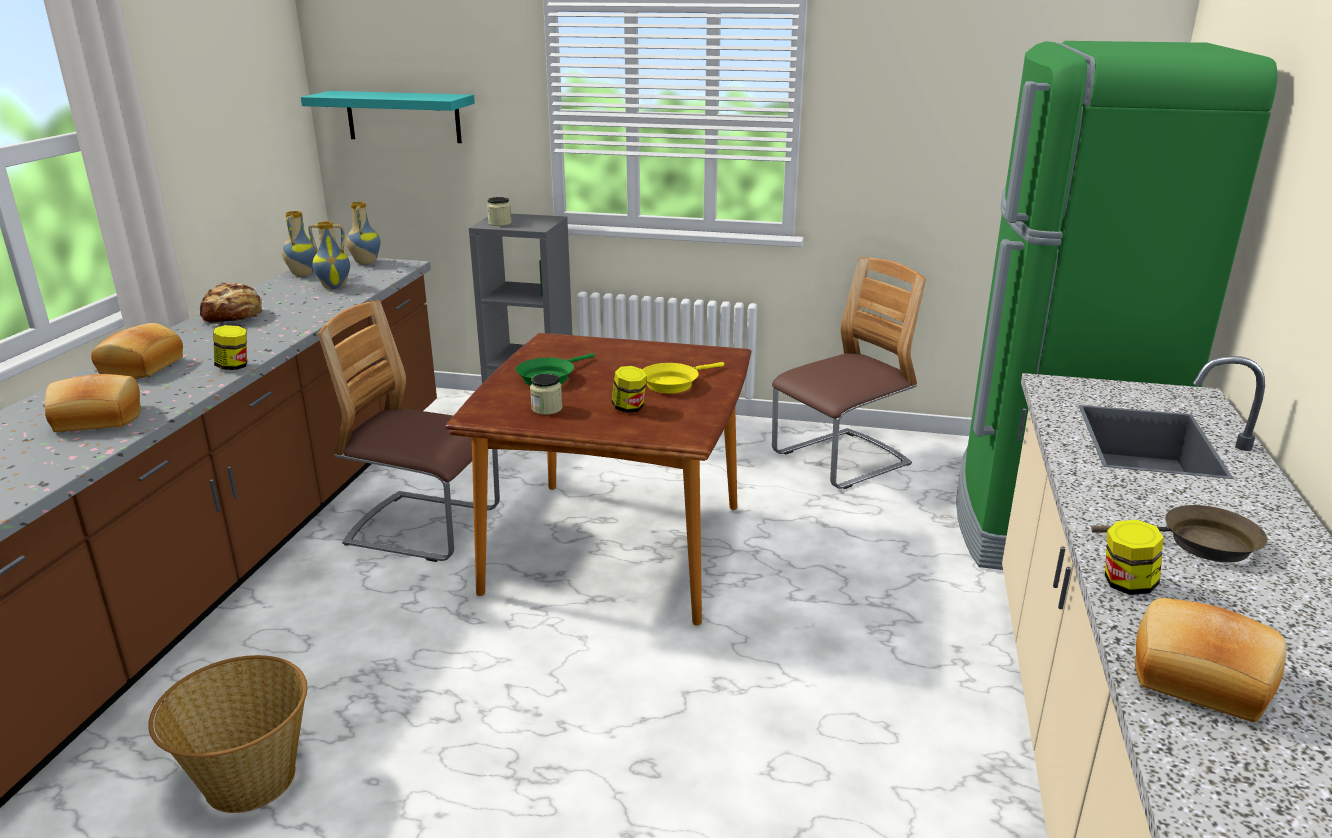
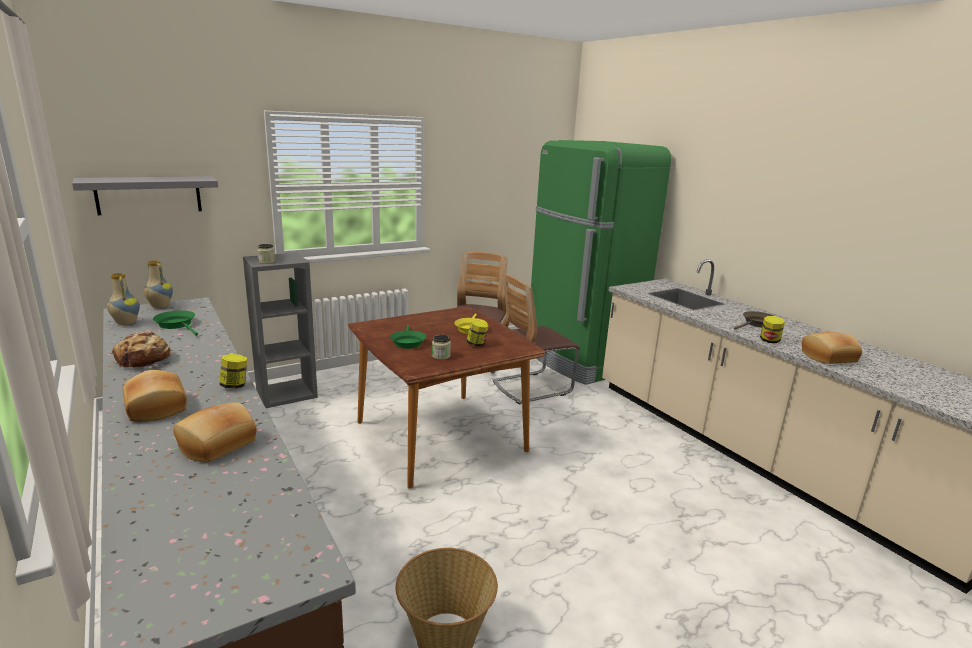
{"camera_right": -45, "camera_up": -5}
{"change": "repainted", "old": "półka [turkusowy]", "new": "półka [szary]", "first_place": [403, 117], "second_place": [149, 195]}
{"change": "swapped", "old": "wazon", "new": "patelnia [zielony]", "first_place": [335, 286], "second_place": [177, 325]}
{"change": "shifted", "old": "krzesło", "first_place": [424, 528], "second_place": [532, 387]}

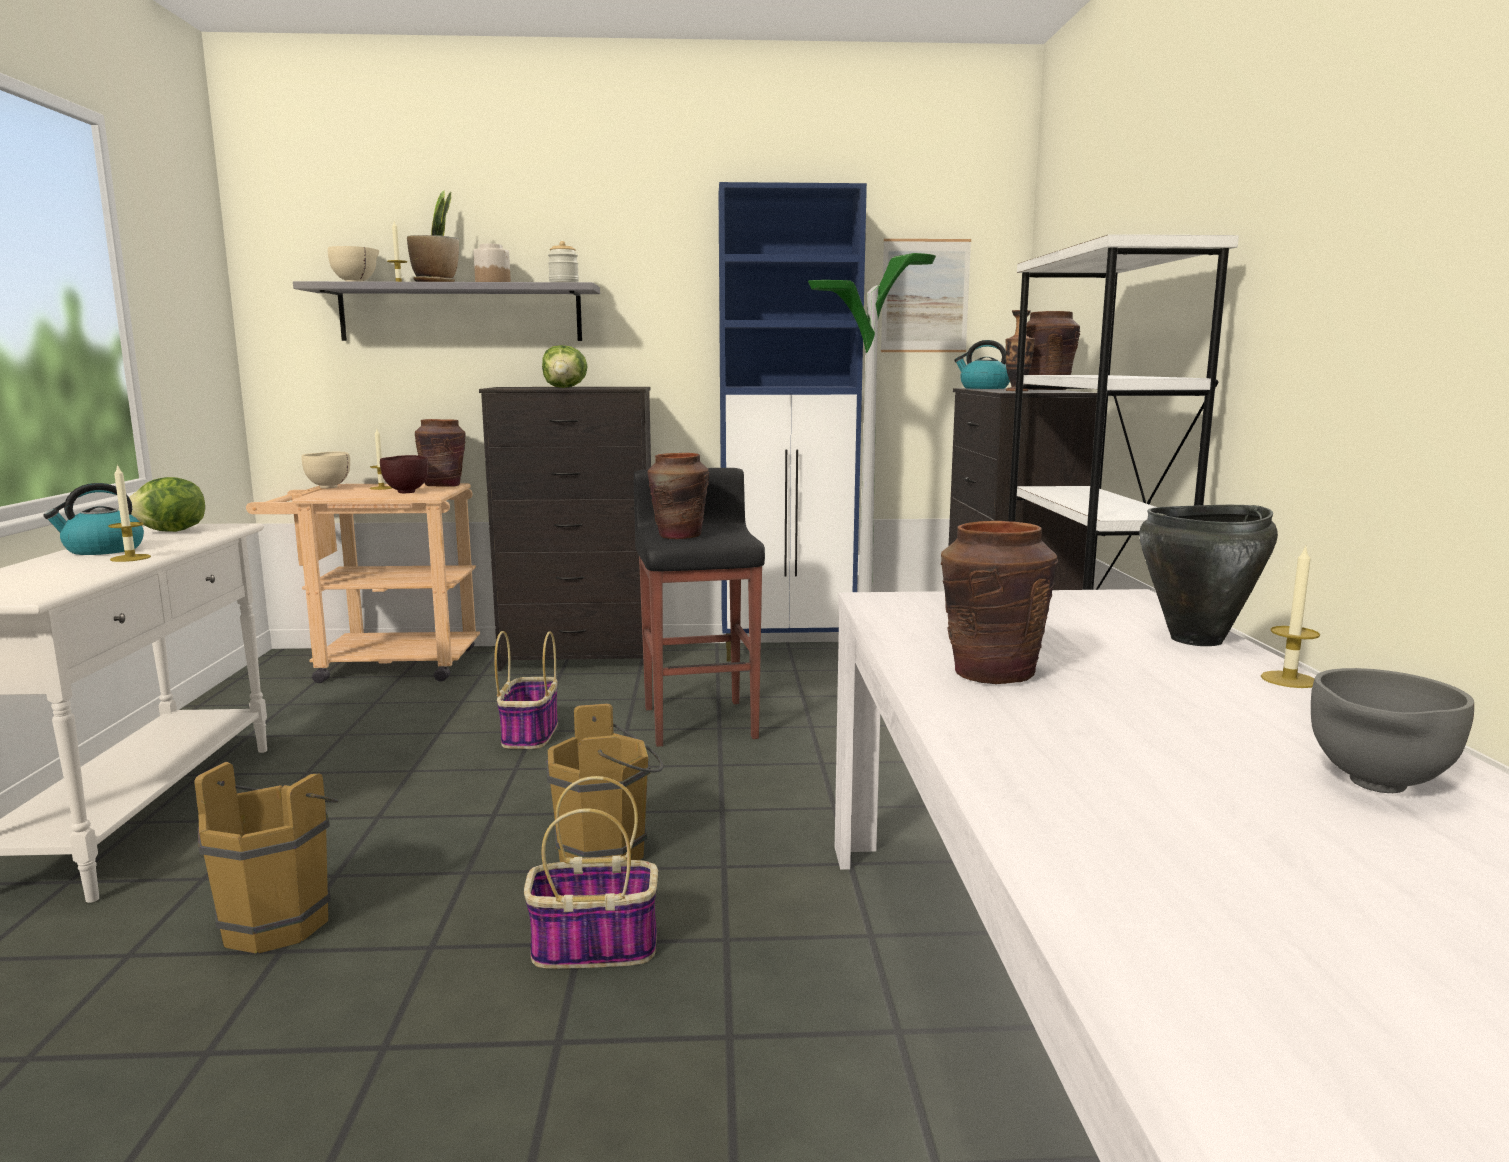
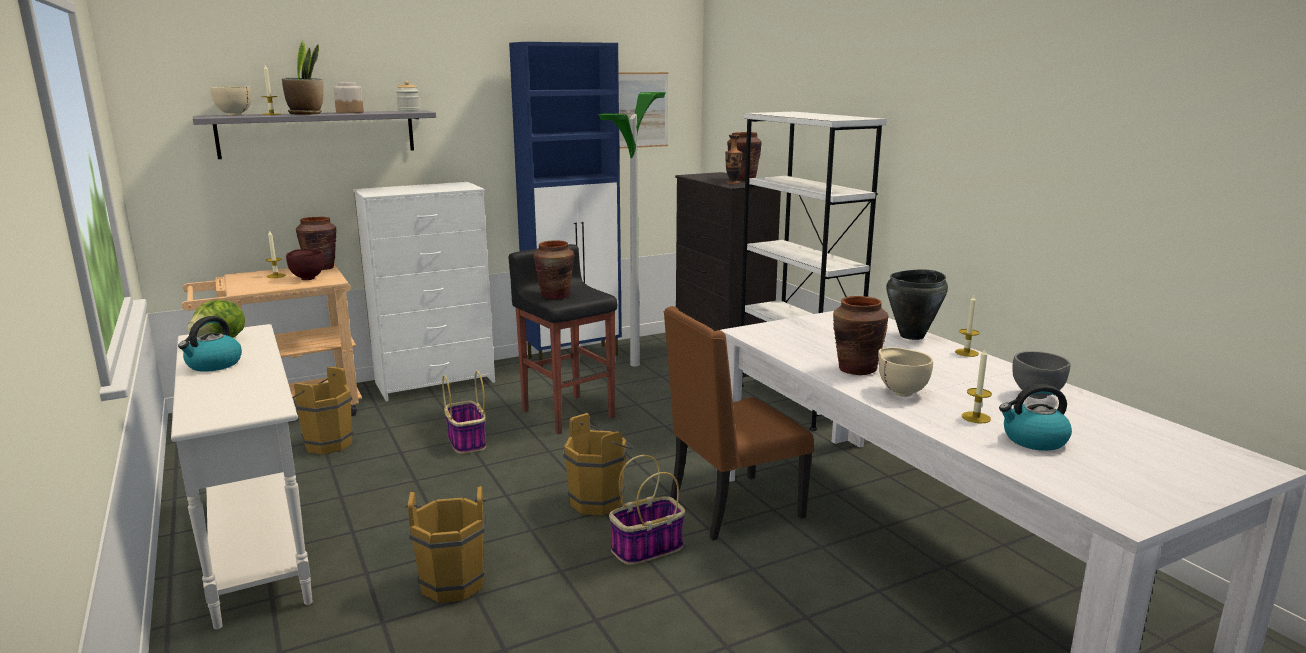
{"camera_right": -25, "camera_up": 5}
{"change": "shifted", "old": "świeca", "first_place": [130, 558], "second_place": [976, 417]}
{"change": "shifted", "old": "miska [beżowy]", "first_place": [330, 487], "second_place": [900, 392]}
{"change": "repainted", "old": "komoda [czarny]", "new": "komoda [biały]", "first_place": [581, 659], "second_place": [436, 382]}
{"change": "gone", "old": "sałata", "first_place": [565, 387]}
{"change": "shifted", "old": "czajnik", "first_place": [983, 388], "second_place": [1033, 440]}
{"change": "new", "new": "wiadro [brązowy]", "second_place": [325, 443]}
{"change": "new", "new": "krzesło [brązowy]", "second_place": [732, 509]}

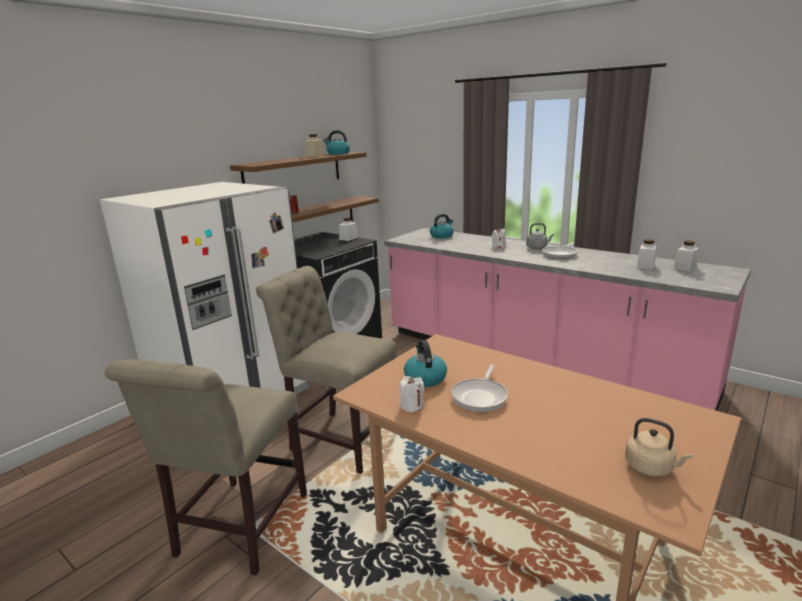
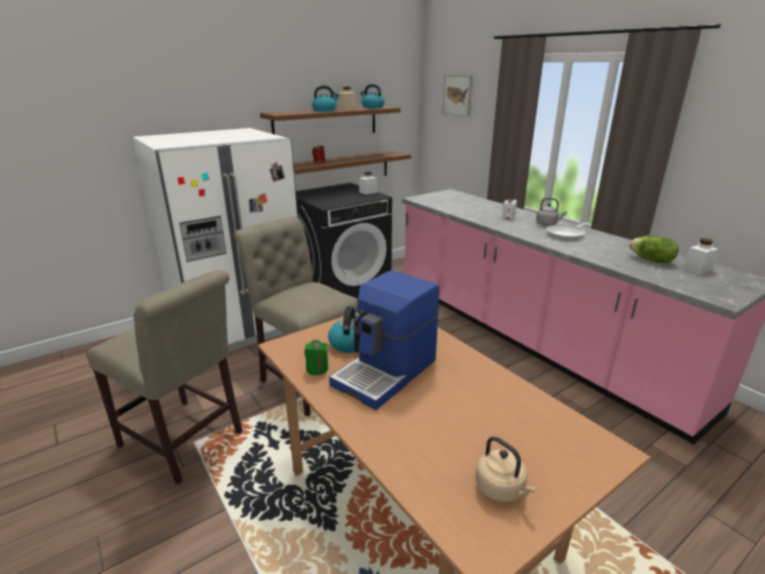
{"camera_right": 15, "camera_up": 5}
{"change": "rotated", "old": "krzesło [beżowy]", "first_place": [238, 529], "second_place": [185, 442], "degrees": -90}
{"change": "repainted", "old": "świeca [biały]", "new": "świeca [zielony]", "first_place": [412, 406], "second_place": [317, 369]}
{"change": "shifted", "old": "czajnik", "first_place": [442, 236], "second_place": [325, 110]}
{"change": "swapped", "old": "patelnia", "new": "ekspres do kawy", "first_place": [480, 396], "second_place": [387, 372]}
{"change": "swapped", "old": "słoik [biały]", "new": "sałata", "first_place": [645, 266], "second_place": [651, 260]}
{"change": "new", "new": "obraz", "second_place": [457, 95]}

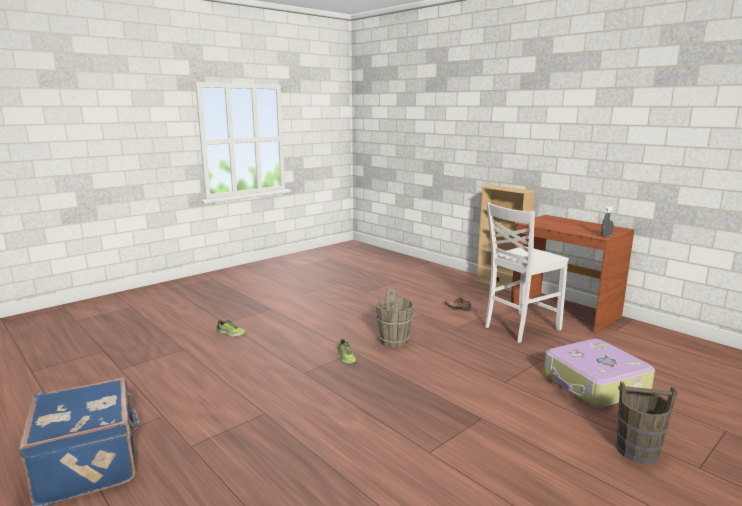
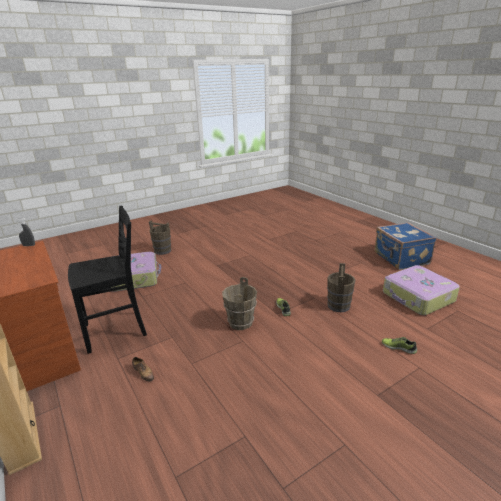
{"camera_right": -170, "camera_up": 10}
{"change": "repainted", "old": "krzesło [biały]", "new": "krzesło [czarny]", "first_place": [520, 328], "second_place": [116, 331]}
{"change": "new", "new": "wiadro [brązowy]", "second_place": [338, 305]}
{"change": "new", "new": "walizka", "second_place": [418, 297]}

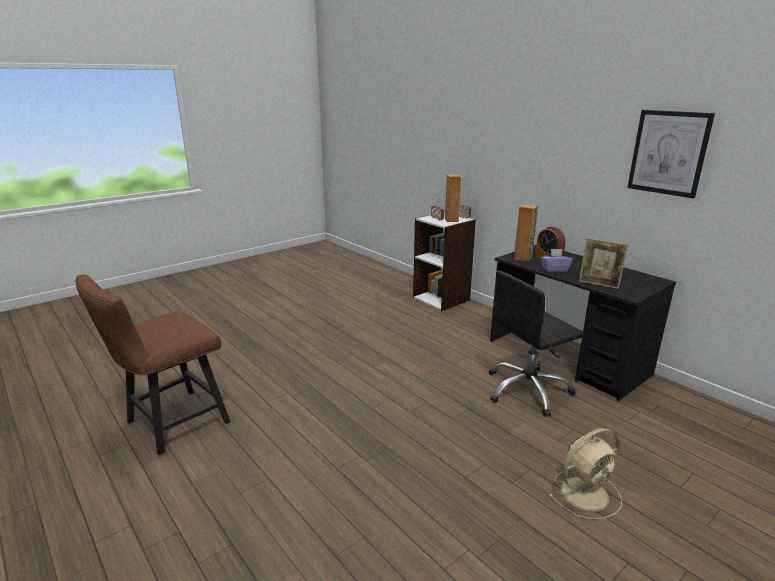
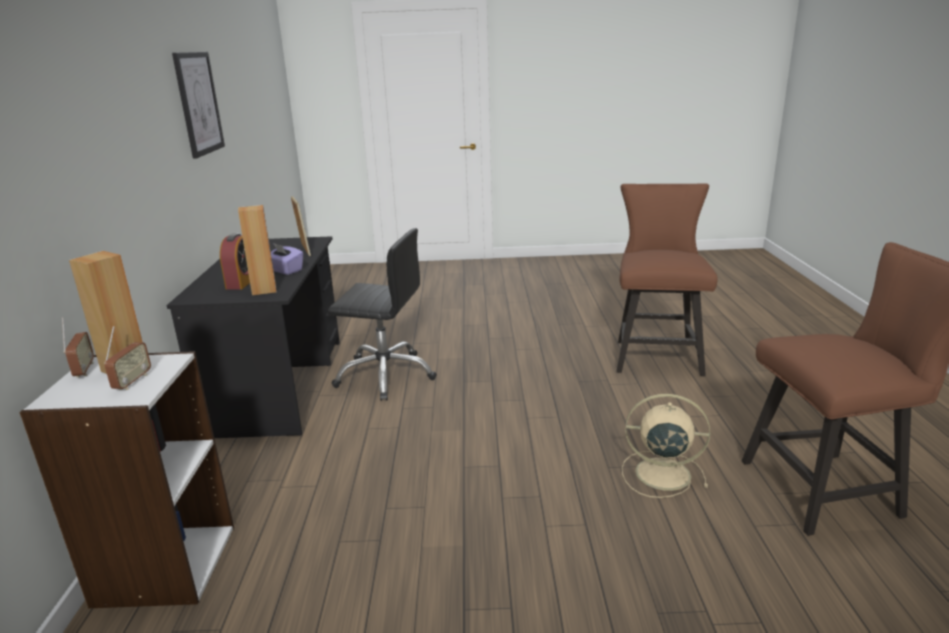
{"camera_right": -140, "camera_up": 0}
{"change": "shifted", "old": "wentylator [beżowy]", "first_place": [586, 493], "second_place": [660, 473]}
{"change": "new", "new": "krzesło [brązowy]", "second_place": [656, 354]}

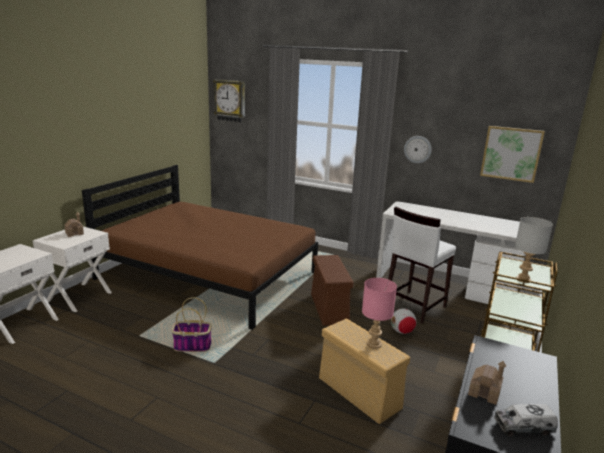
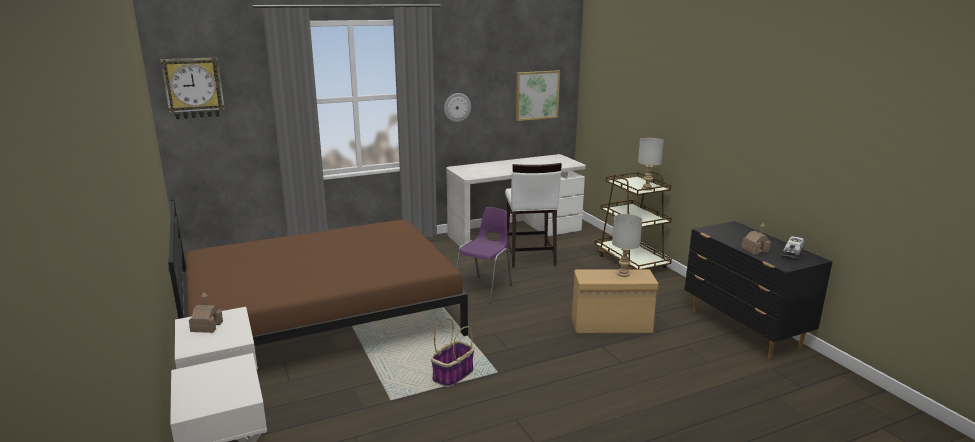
{"camera_right": -50, "camera_up": 0}
{"change": "swapped", "old": "pojemnik do przechowywania [brązowy]", "new": "krzesło [fioletowy]", "first_place": [329, 309], "second_place": [484, 289]}
{"change": "repainted", "old": "lampa stołowa [różowy]", "new": "lampa stołowa [szary]", "first_place": [373, 344], "second_place": [623, 274]}
{"change": "gone", "old": "piłka futbolowa", "first_place": [402, 331]}

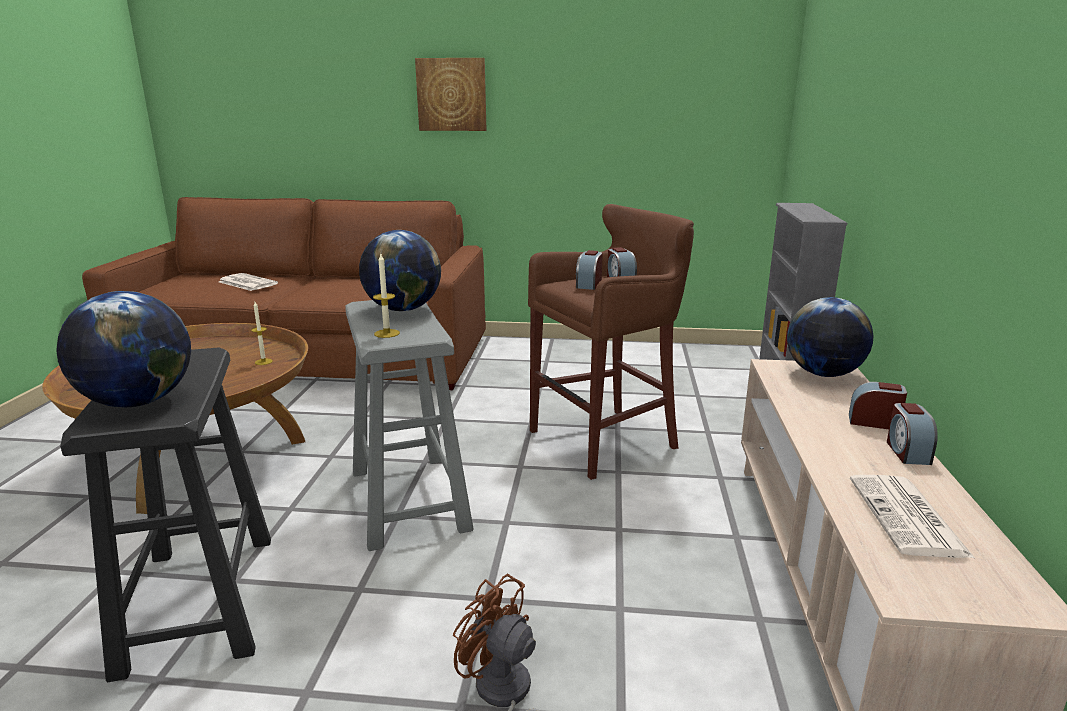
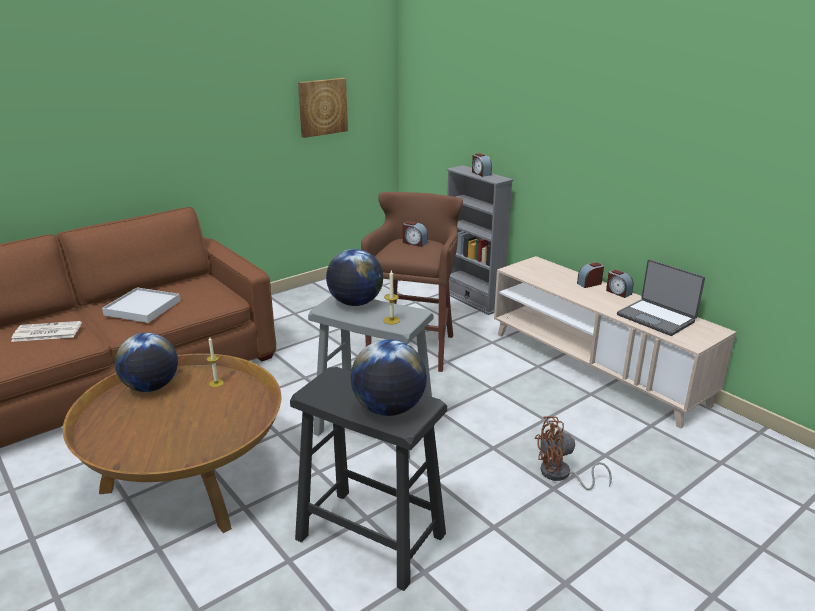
{"camera_right": -45, "camera_up": 5}
{"change": "shifted", "old": "obraz", "first_place": [452, 94], "second_place": [322, 107]}
{"change": "shifted", "old": "budzik", "first_place": [589, 284], "second_place": [480, 173]}
{"change": "shifted", "old": "globus", "first_place": [823, 374], "second_place": [151, 387]}
{"change": "swapped", "old": "gazeta", "new": "laptop", "first_place": [908, 517], "second_place": [656, 318]}
{"change": "new", "new": "taca [biały]", "second_place": [142, 308]}

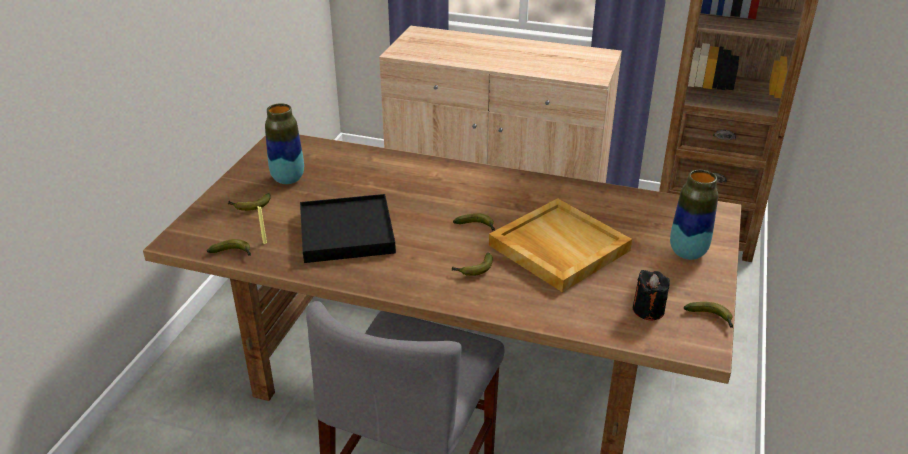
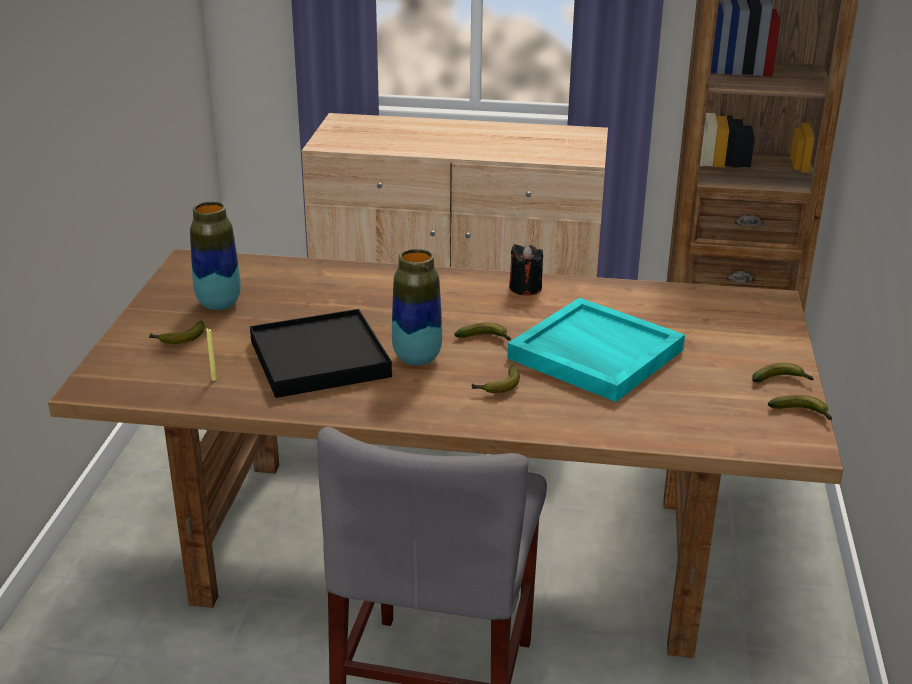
{"camera_right": -10, "camera_up": -5}
{"change": "shifted", "old": "banan", "first_place": [233, 253], "second_place": [782, 381]}
{"change": "repainted", "old": "taca [beżowy]", "new": "taca [turkusowy]", "first_place": [557, 247], "second_place": [594, 354]}
{"change": "shifted", "old": "świeca [czarny]", "first_place": [648, 310], "second_place": [525, 288]}
{"change": "shifted", "old": "wazon", "first_place": [687, 252], "second_place": [417, 358]}

